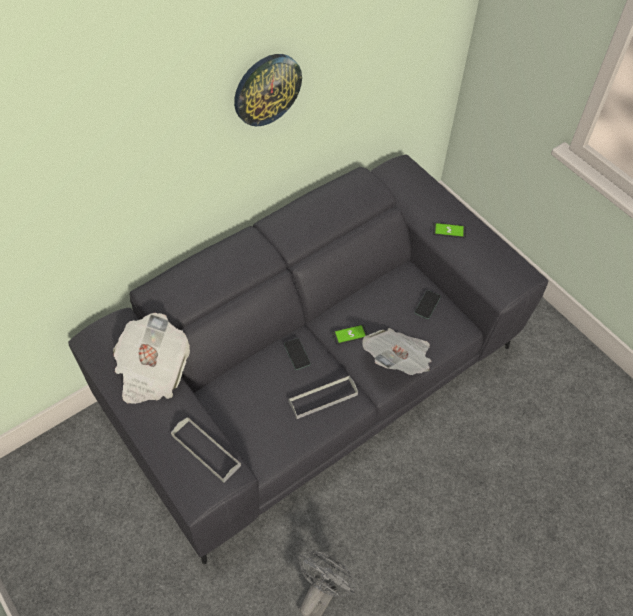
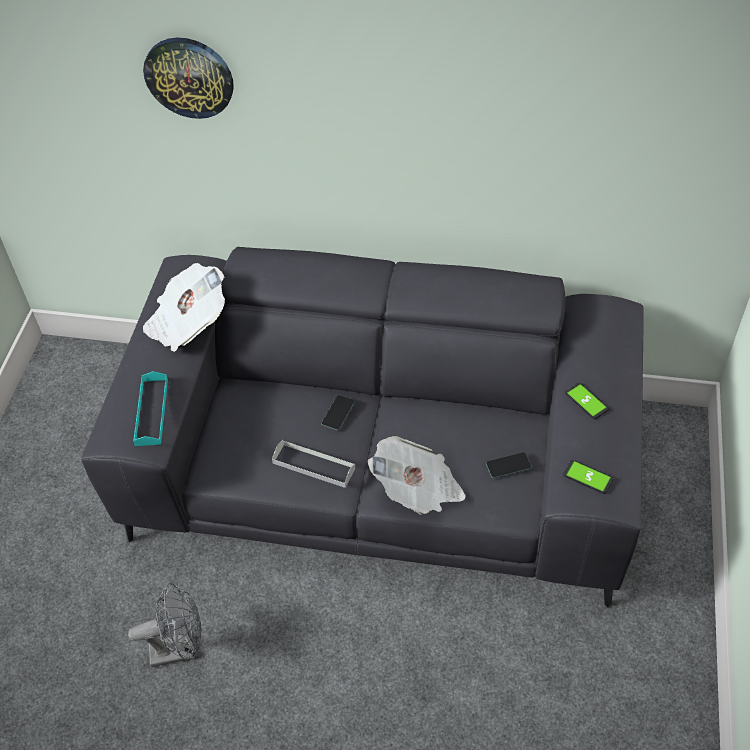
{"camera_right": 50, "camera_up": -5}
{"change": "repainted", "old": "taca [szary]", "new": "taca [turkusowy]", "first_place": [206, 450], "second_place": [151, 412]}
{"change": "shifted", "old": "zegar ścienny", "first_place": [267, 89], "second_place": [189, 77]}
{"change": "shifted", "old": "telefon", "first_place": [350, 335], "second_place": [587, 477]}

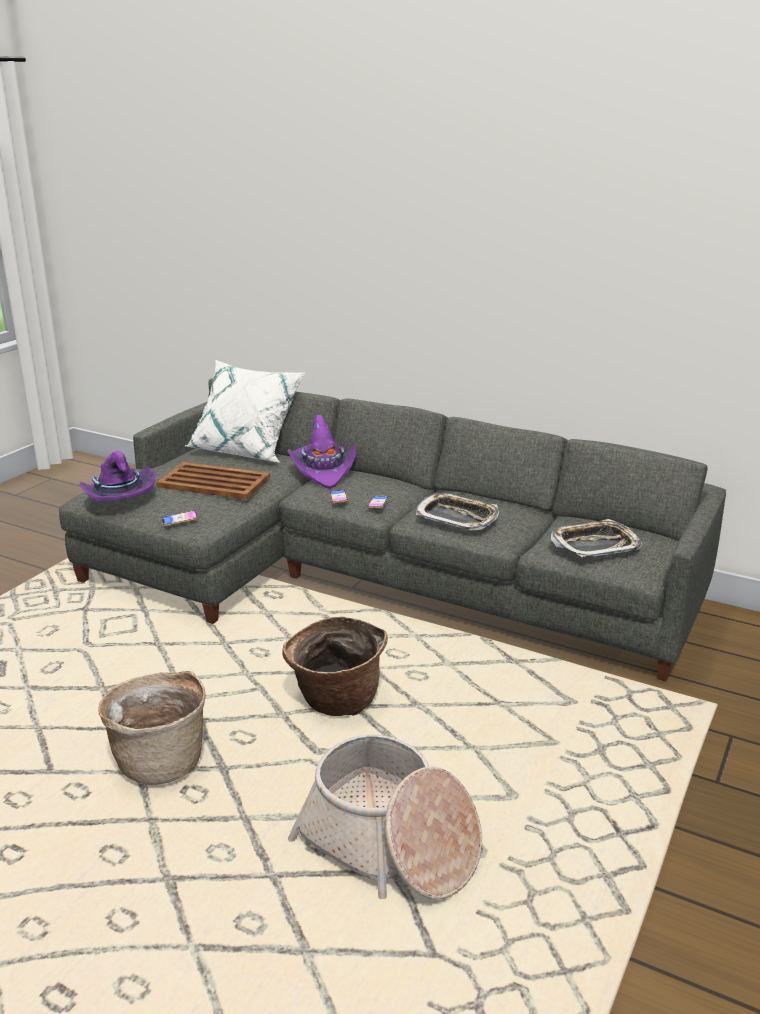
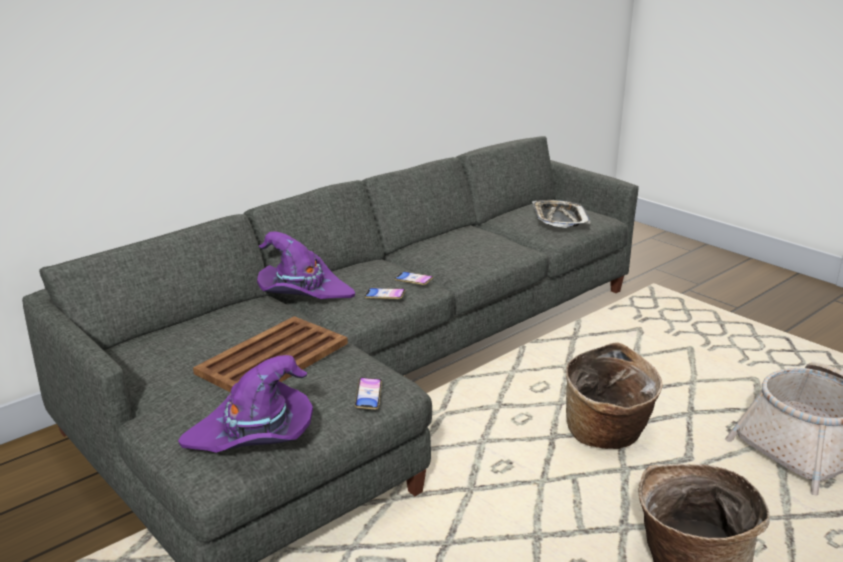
{"camera_right": -70, "camera_up": 0}
{"change": "gone", "old": "poduszka [biały]", "first_place": [246, 450]}
{"change": "gone", "old": "taca", "first_place": [457, 517]}

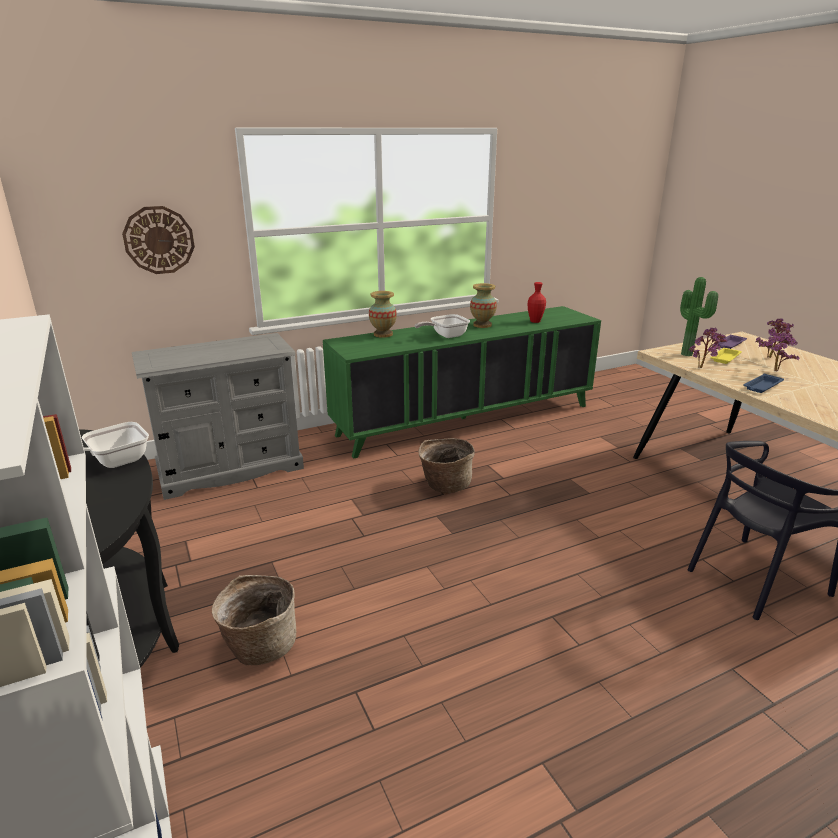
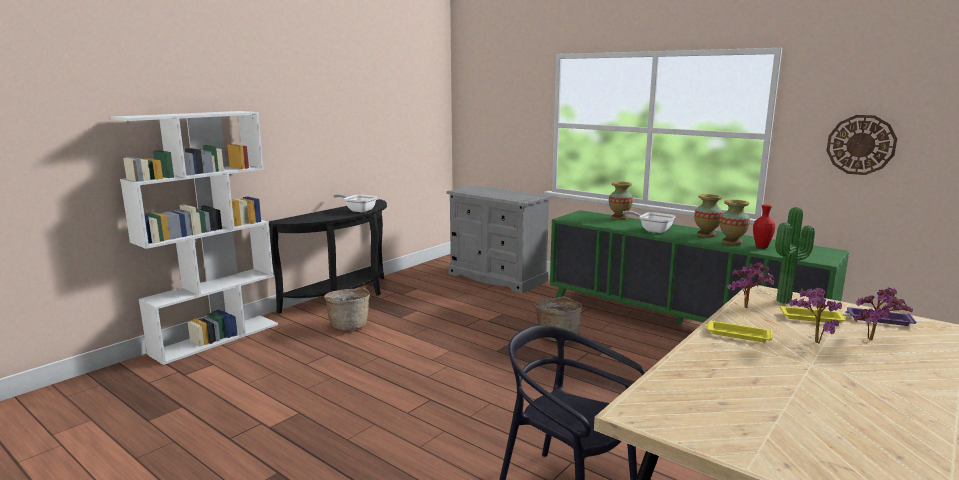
{"camera_right": 65, "camera_up": -10}
{"change": "shifted", "old": "zegar ścienny", "first_place": [159, 240], "second_place": [861, 145]}
{"change": "repainted", "old": "taca [niebieski]", "new": "taca [żółty]", "first_place": [762, 386], "second_place": [737, 335]}
{"change": "new", "new": "wazon", "second_place": [732, 242]}

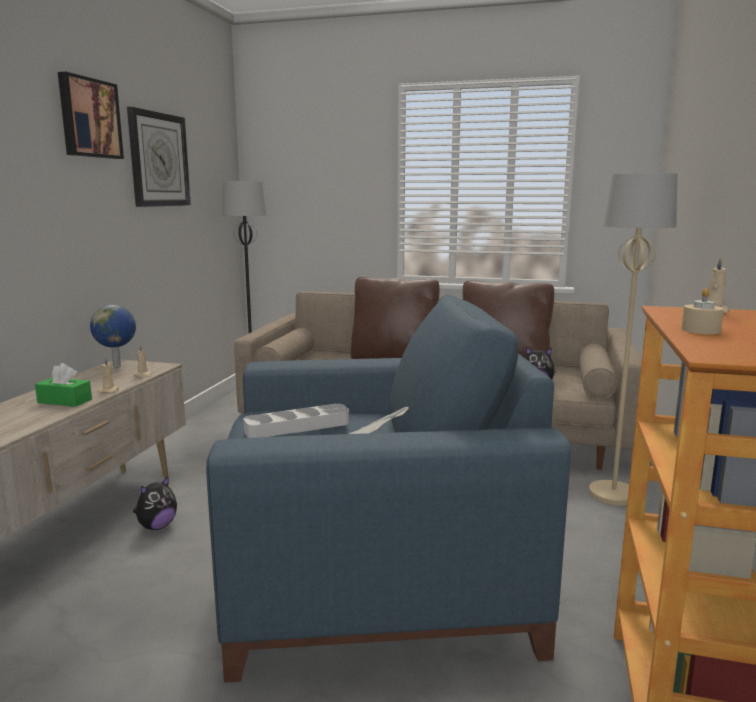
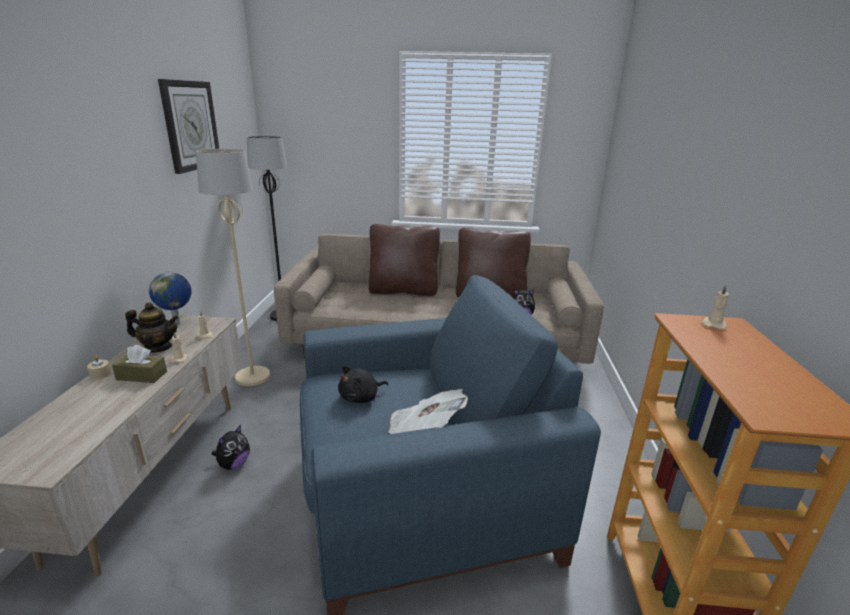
{"camera_right": -10, "camera_up": 10}
{"change": "repainted", "old": "pudełko chusteczek [zielony]", "new": "pudełko chusteczek [brązowy]", "first_place": [64, 401], "second_place": [142, 376]}
{"change": "gone", "old": "obraz", "first_place": [88, 118]}
{"change": "swapped", "old": "taca [szary]", "new": "pluszak [czarny]", "first_place": [297, 427], "second_place": [361, 397]}
{"change": "shifted", "old": "lampa stojąca [beżowy]", "first_place": [614, 494], "second_place": [253, 377]}
{"change": "shifted", "old": "świeca [beżowy]", "first_place": [700, 330], "second_place": [100, 374]}
{"change": "new", "new": "imbryk", "second_place": [158, 347]}

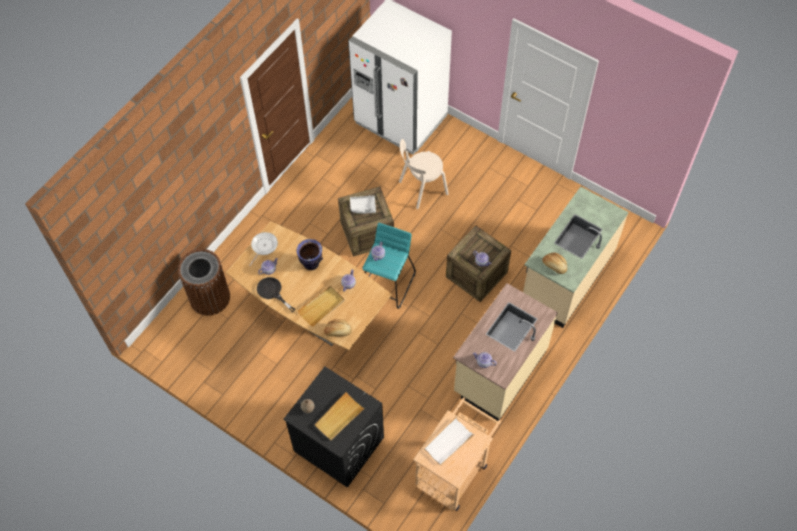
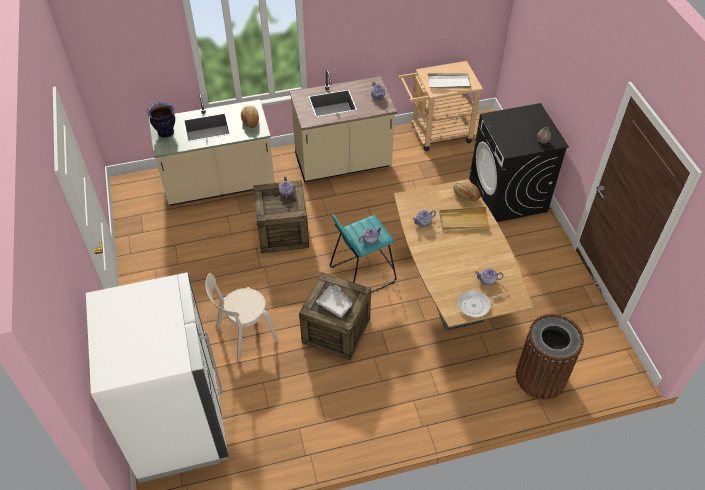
{"camera_right": -140, "camera_up": -10}
{"change": "gone", "old": "patelnia [czarny]", "first_place": [272, 292]}
{"change": "shifted", "old": "wazon", "first_place": [311, 264], "second_place": [166, 132]}
{"change": "gone", "old": "taca [beżowy]", "first_place": [339, 417]}
{"change": "rotated", "old": "krzesło [beżowy]", "first_place": [421, 189], "second_place": [244, 335], "degrees": 135}

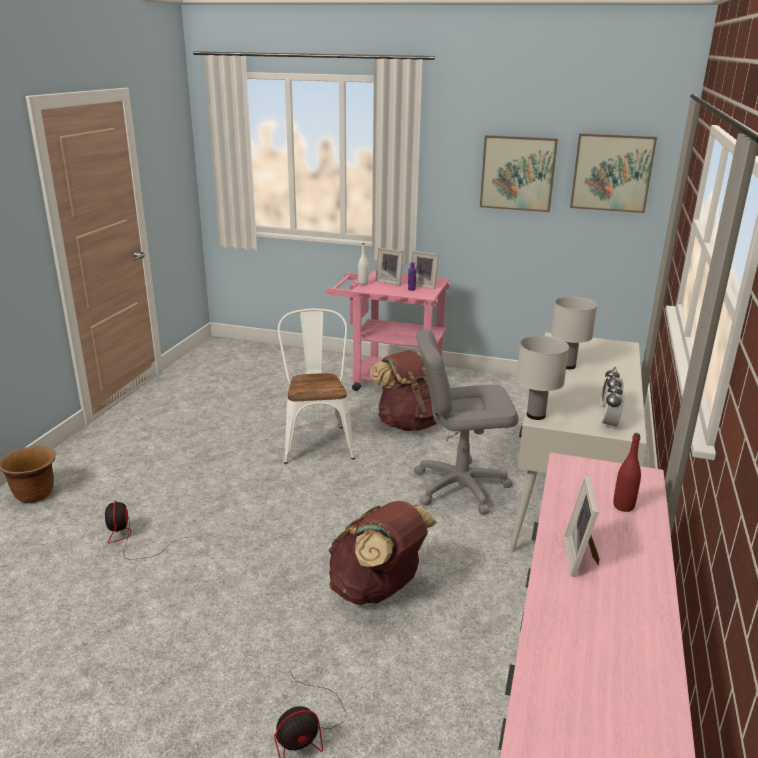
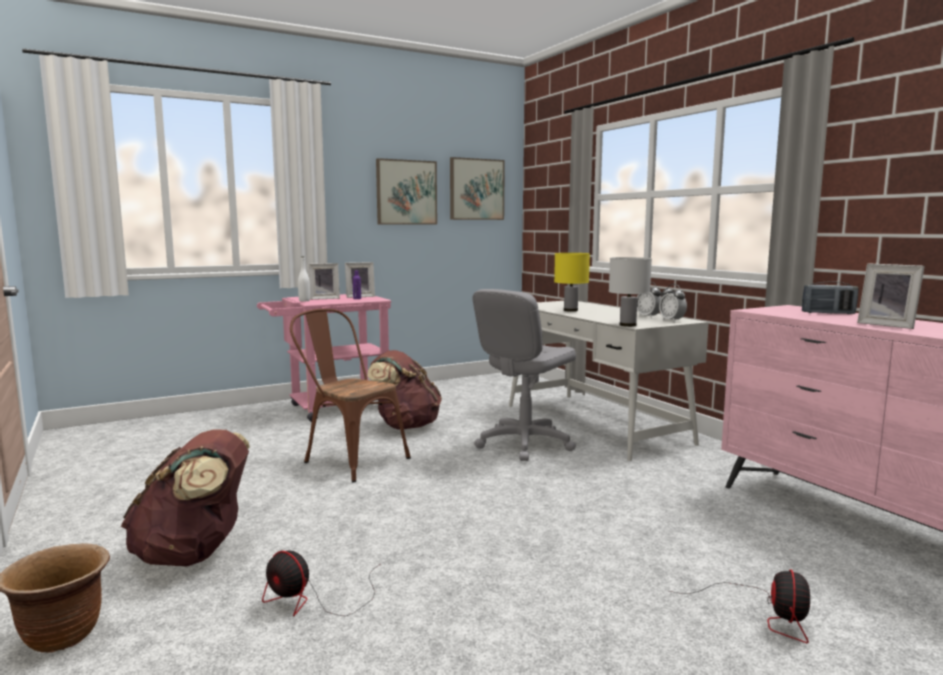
{"camera_right": -45, "camera_up": -15}
{"change": "repainted", "old": "krzesło [biały]", "new": "krzesło [brązowy]", "first_place": [317, 440], "second_place": [349, 459]}
{"change": "shifted", "old": "plecak [brązowy]", "first_place": [377, 589], "second_place": [194, 554]}
{"change": "repainted", "old": "lampa stołowa [biały]", "new": "lampa stołowa [żółty]", "first_place": [567, 366], "second_place": [570, 310]}
{"change": "swapped", "old": "butelka [czerwony]", "new": "radio", "first_place": [623, 506], "second_place": [828, 313]}

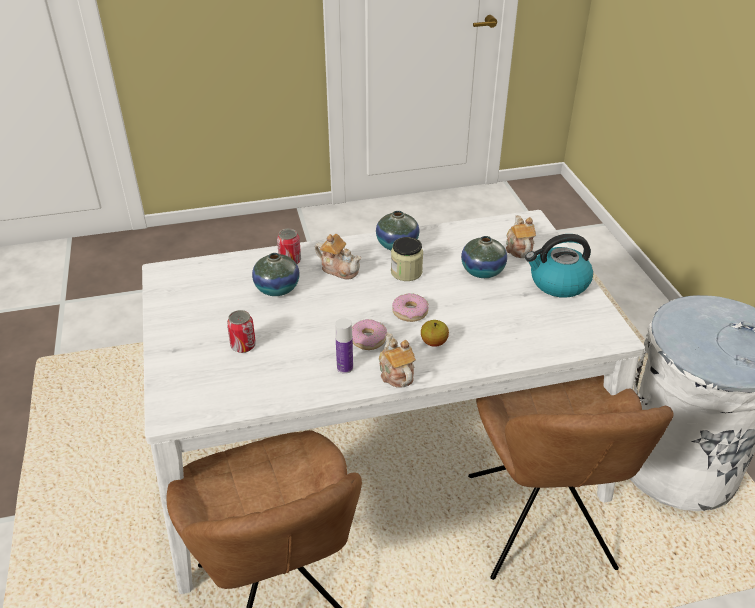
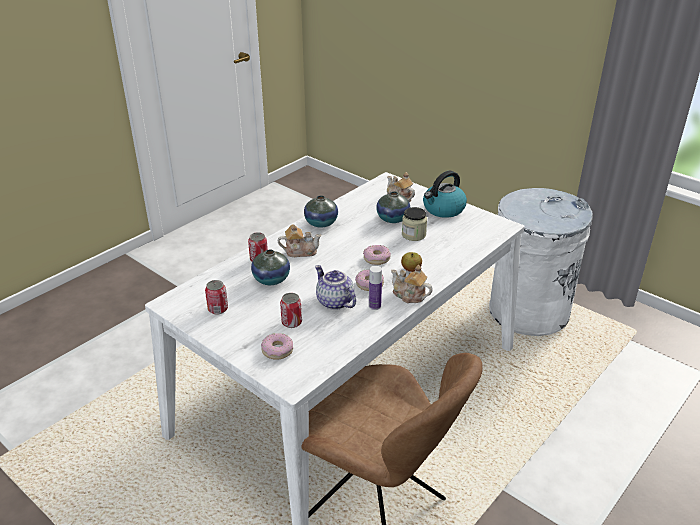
{"camera_right": -35, "camera_up": -5}
{"change": "shifted", "old": "słoik", "first_place": [406, 272], "second_place": [413, 235]}
{"change": "gone", "old": "krzesło [brązowy]", "first_place": [540, 526]}
{"change": "new", "new": "puszka", "second_place": [218, 309]}
{"change": "new", "new": "donut", "second_place": [277, 350]}
{"change": "new", "new": "imbryk", "second_place": [334, 302]}

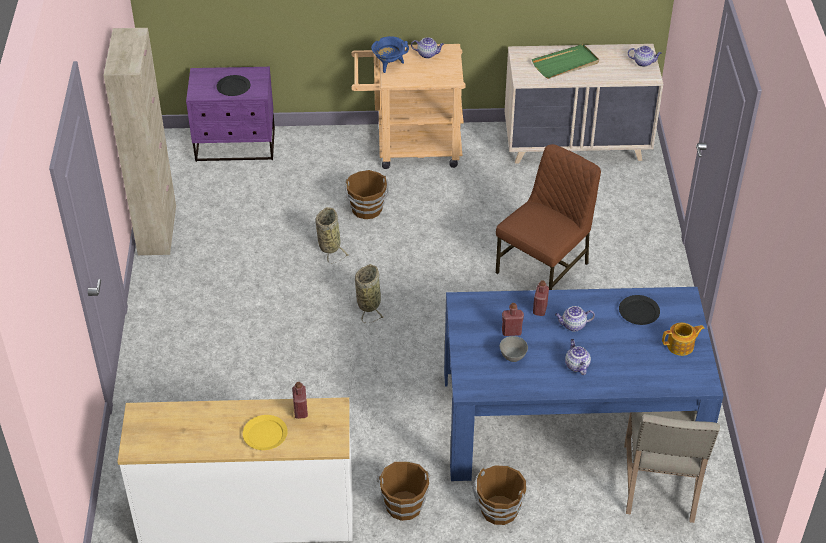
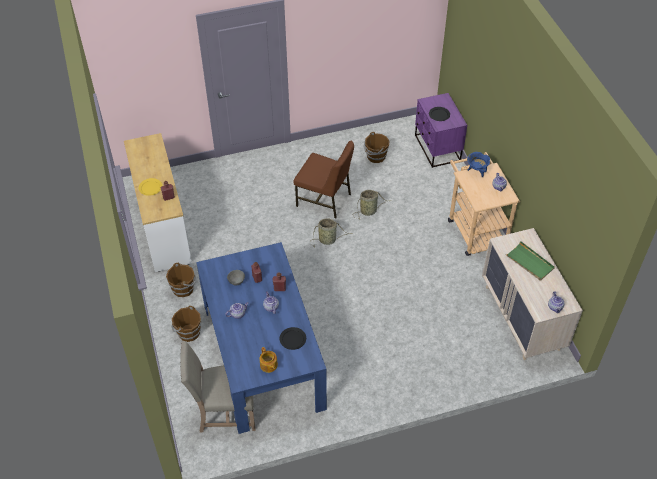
{"camera_right": 75, "camera_up": 5}
{"change": "gone", "old": "szafka [beżowy]", "first_place": [157, 230]}
{"change": "shifted", "old": "wiadro [brązowy]", "first_place": [367, 209], "second_place": [375, 156]}
{"change": "shifted", "old": "krzesło [brązowy]", "first_place": [544, 268], "second_place": [324, 200]}

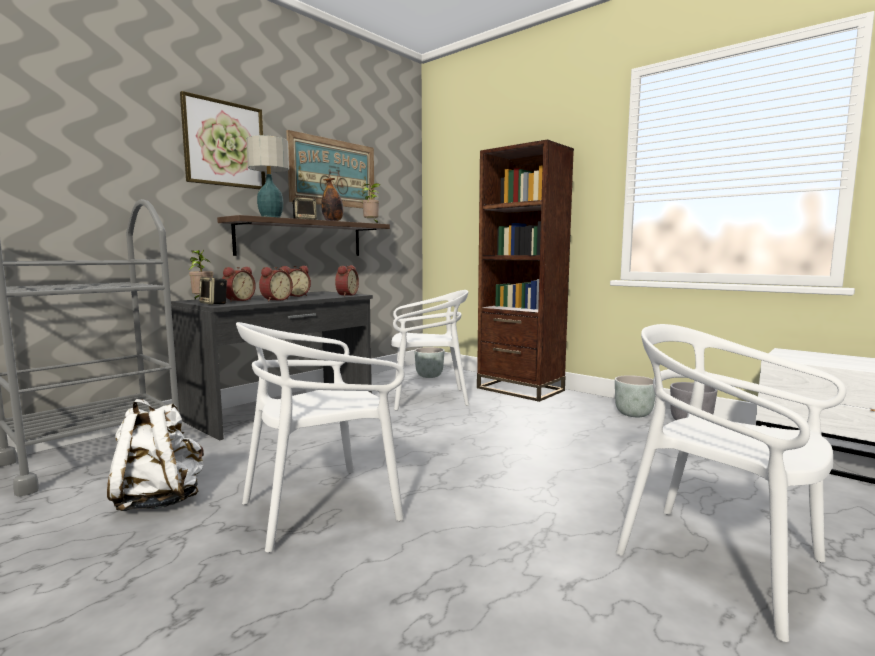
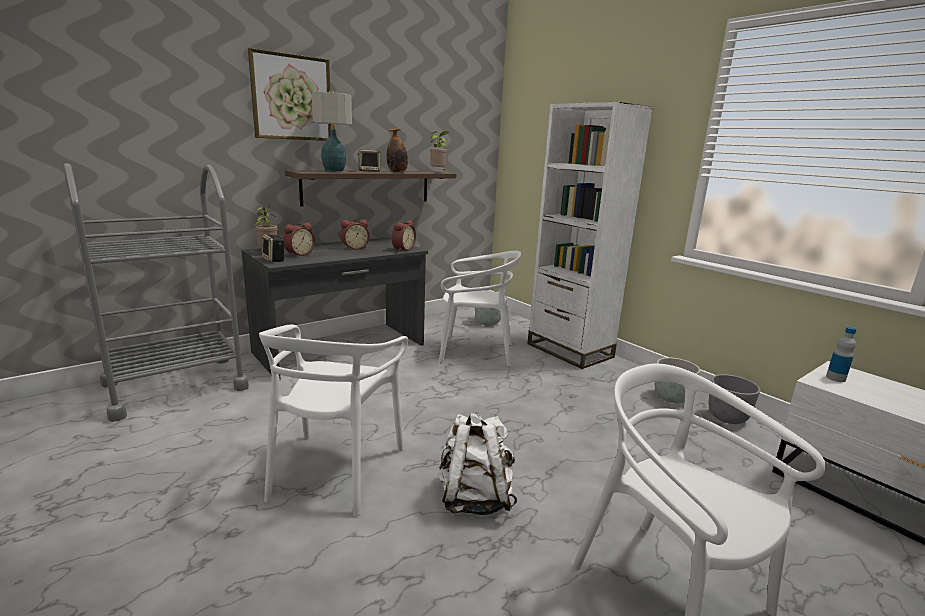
{"camera_right": 10, "camera_up": 10}
{"change": "shifted", "old": "plecak [biały]", "first_place": [160, 500], "second_place": [474, 498]}
{"change": "rotated", "old": "krzesło [biały]", "first_place": [321, 508], "second_place": [335, 470], "degrees": -60}
{"change": "gone", "old": "budzik", "first_place": [275, 300]}
{"change": "gone", "old": "obraz", "first_place": [333, 173]}
{"change": "repainted", "old": "regał [brązowy]", "new": "regał [biały]", "first_place": [520, 389], "second_place": [569, 350]}
{"change": "new", "new": "butelka", "second_place": [835, 378]}

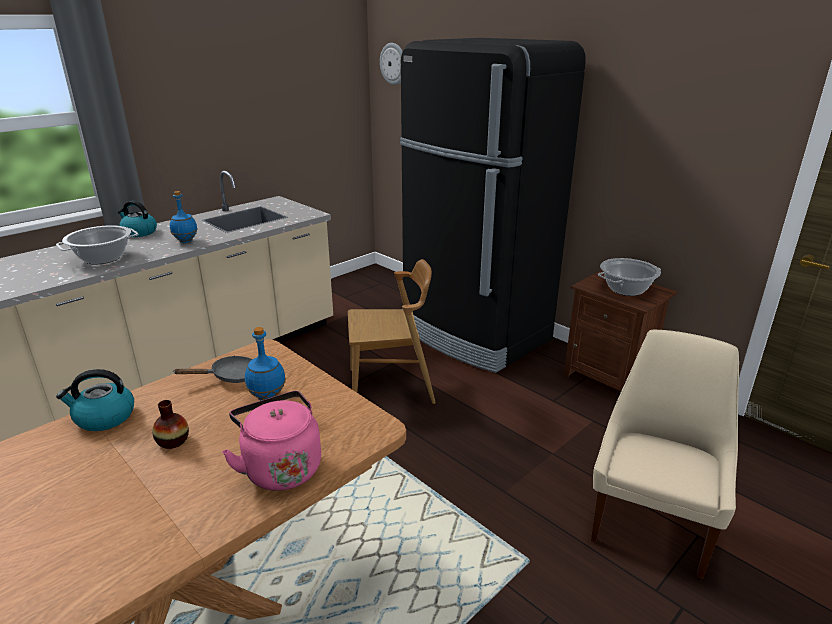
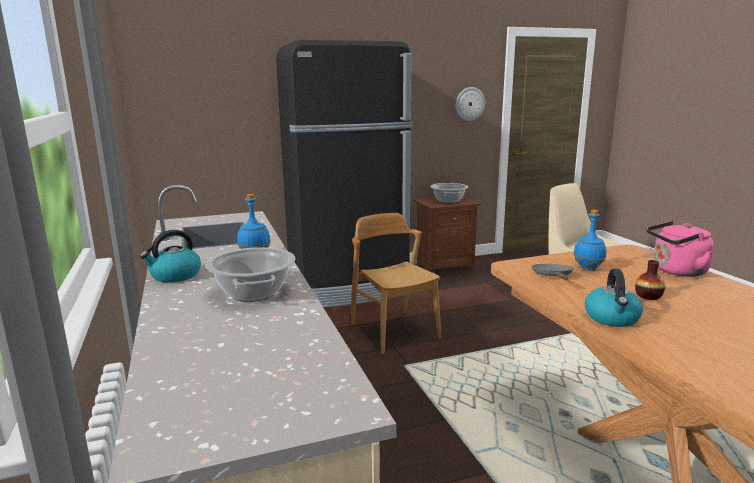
{"camera_right": -65, "camera_up": -10}
{"change": "rotated", "old": "krzesło [brązowy]", "first_place": [391, 386], "second_place": [394, 331], "degrees": -45}
{"change": "shifted", "old": "zegar ścienny", "first_place": [393, 64], "second_place": [469, 104]}

